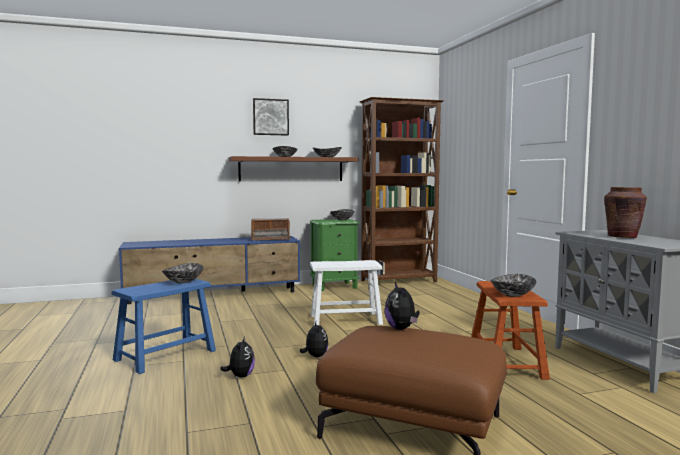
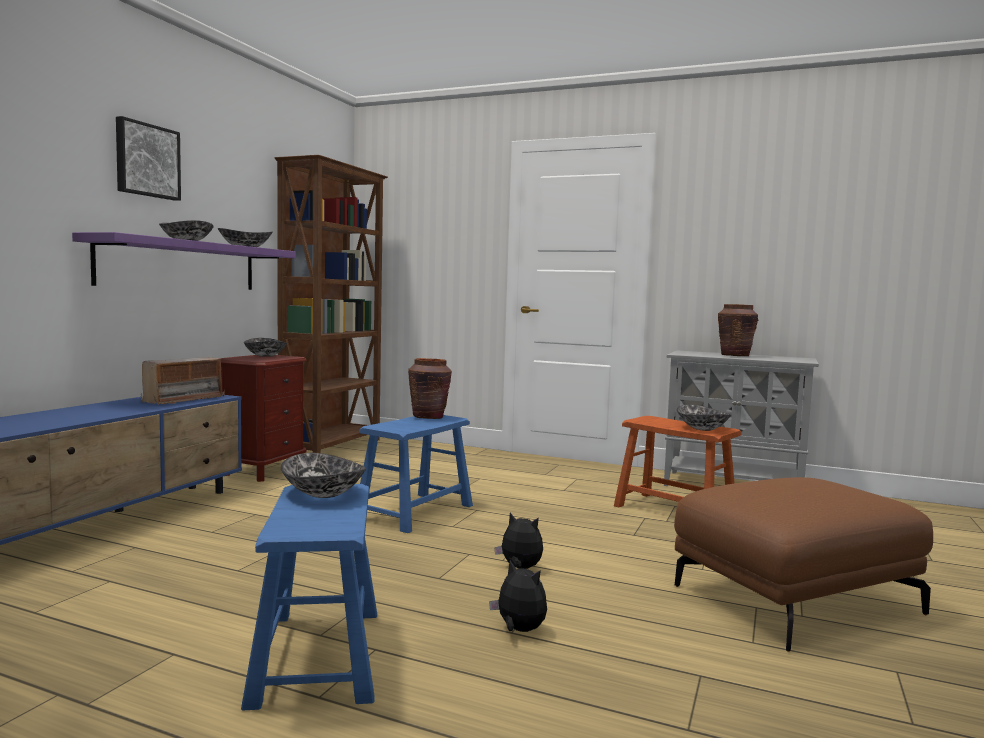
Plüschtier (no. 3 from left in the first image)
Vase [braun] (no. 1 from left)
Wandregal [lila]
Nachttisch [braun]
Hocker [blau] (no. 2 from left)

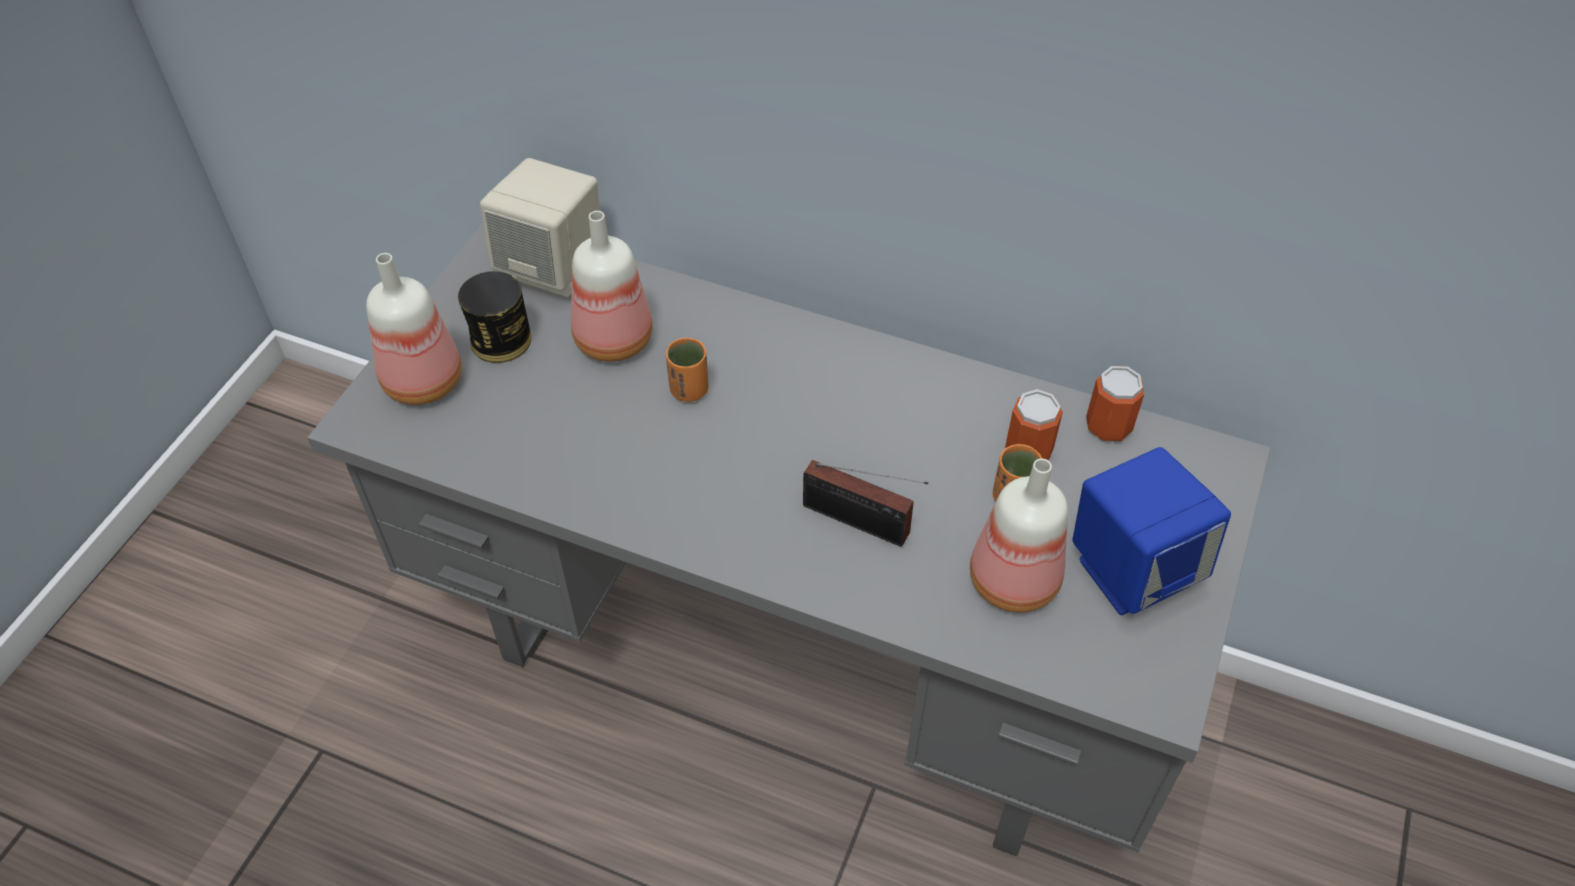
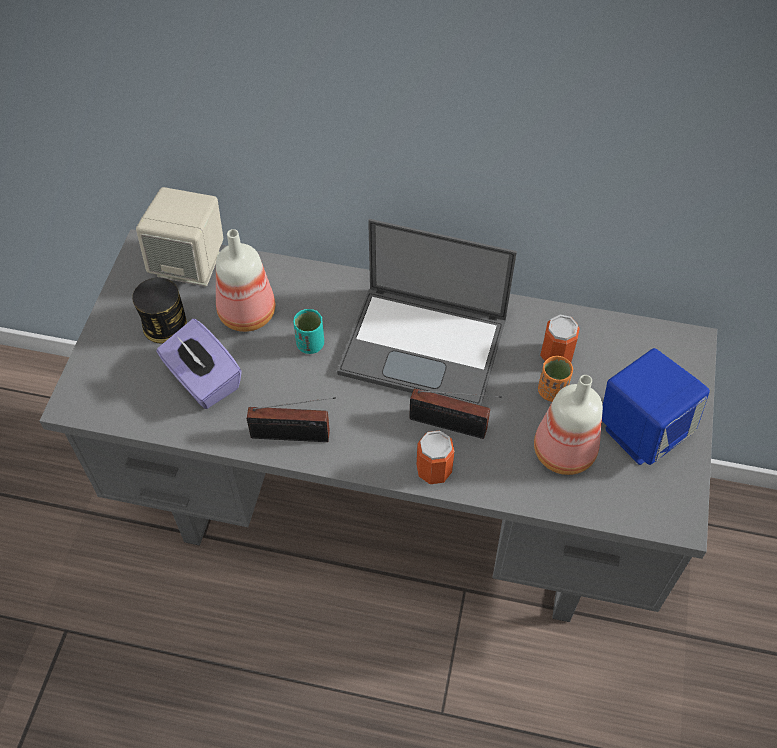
Flasche (no. 1 from left in the first image)
Taschentuchbox [lila]
Radio (no. 1 from left)
Laptop
Dose (no. 2 from left)
Tasse [türkis]

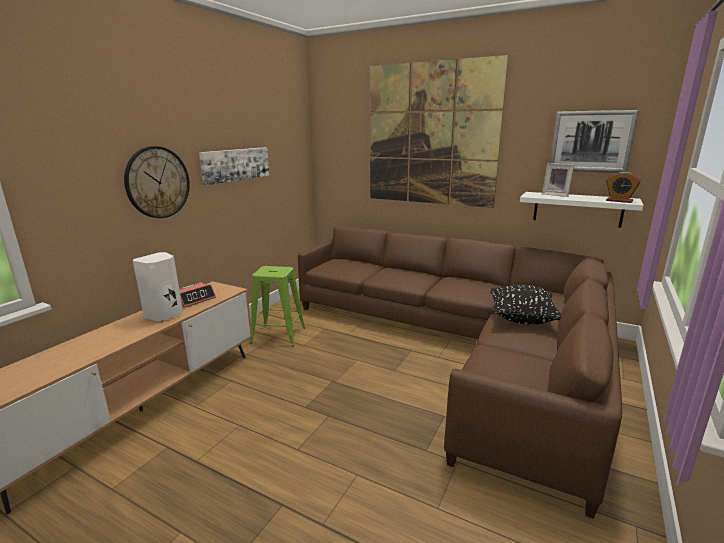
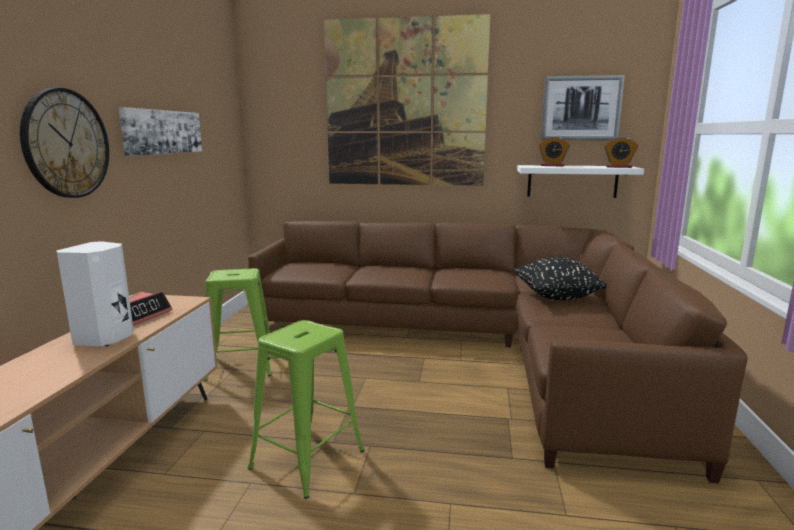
Hocker [grün] (no. 2 from left)
Wecker (no. 2 from left)

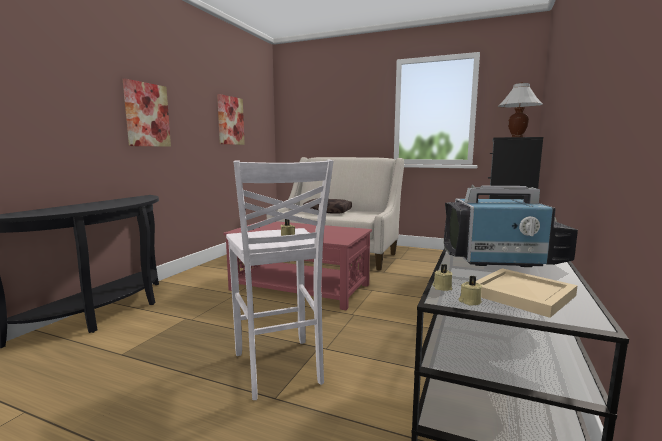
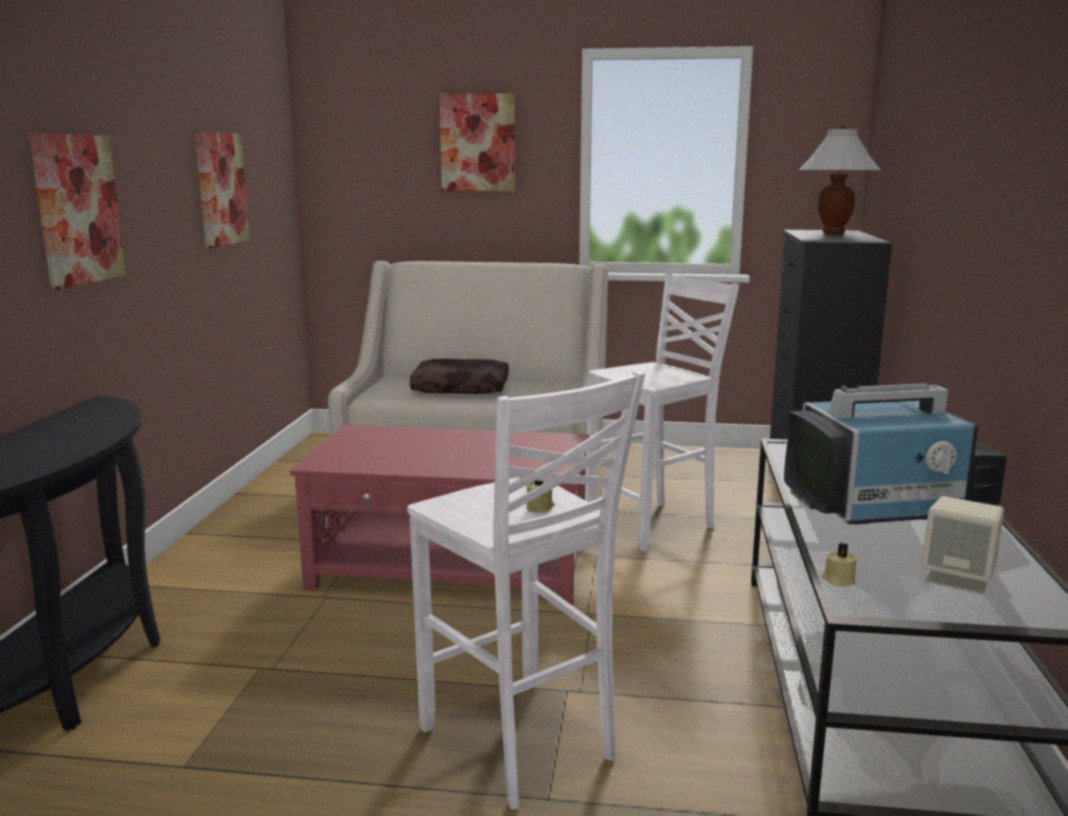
Kerze [beige] (no. 3 from left in the first image)
Bild (no. 3 from left)
Hocker [weiß] (no. 2 from left)
Lautsprecher [beige]

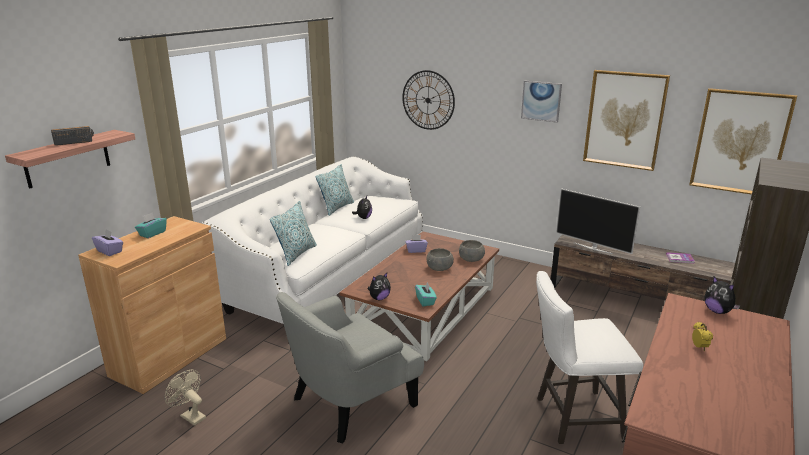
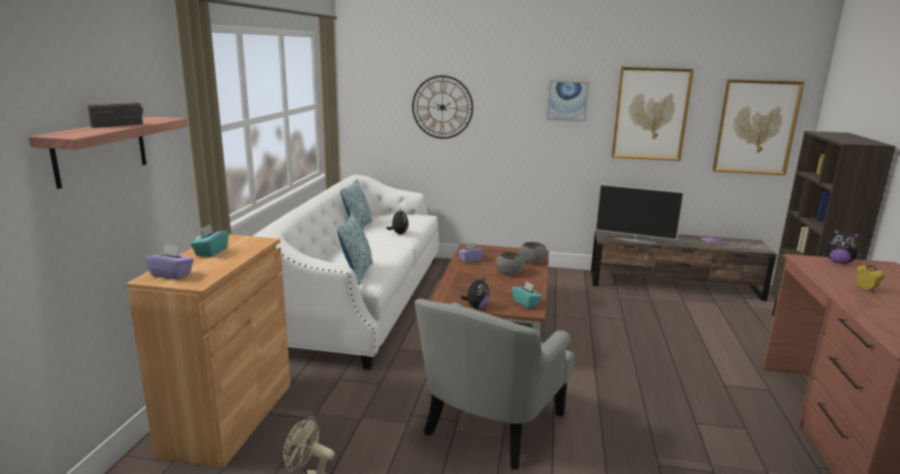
Hocker [weiß]

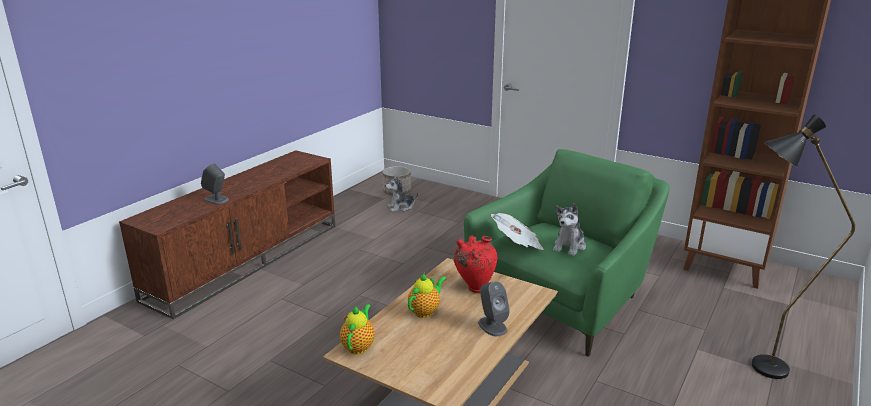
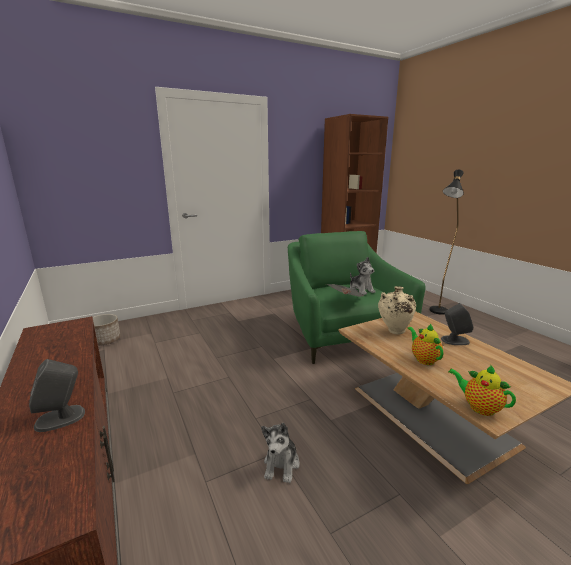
Plüschtier (no. 1 from left)
Vase [beige]

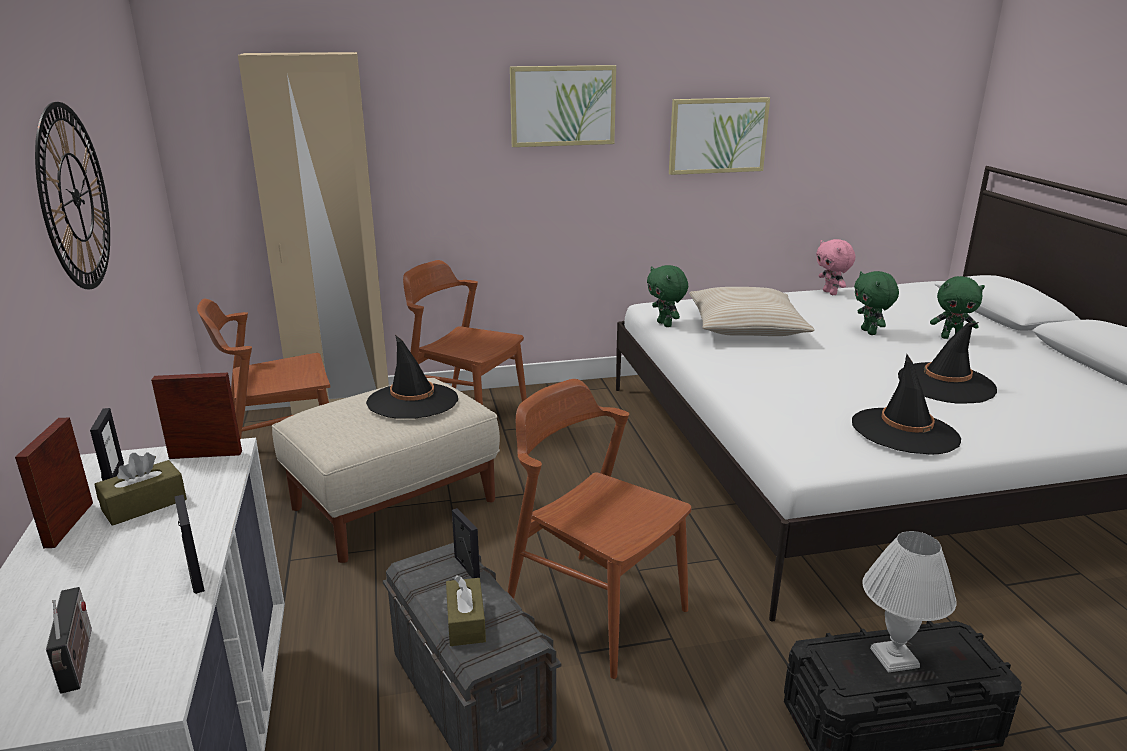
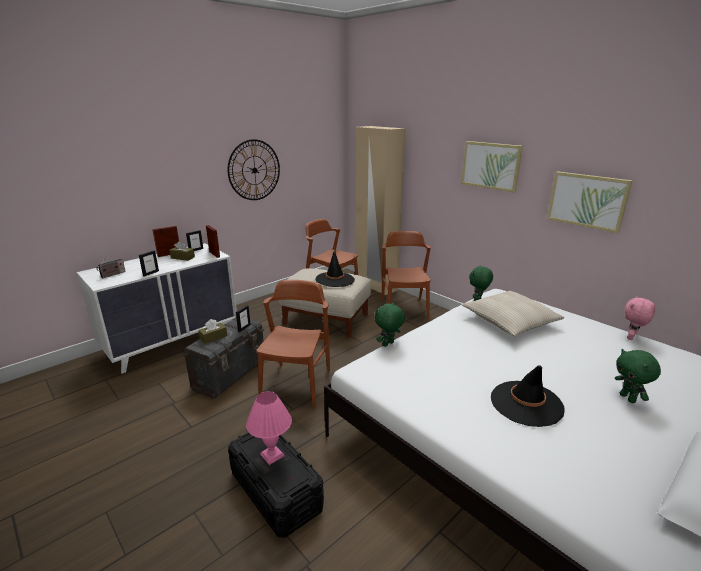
Hut [schwarz] (no. 2 from left in the first image)
Plüschtier [grün] (no. 1 from left)
Tischlampe [rosa]

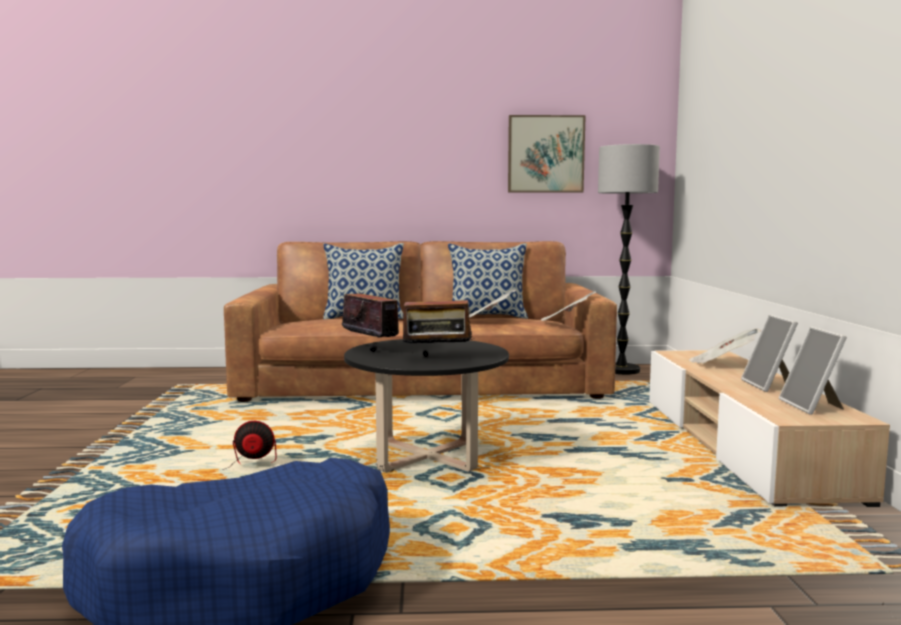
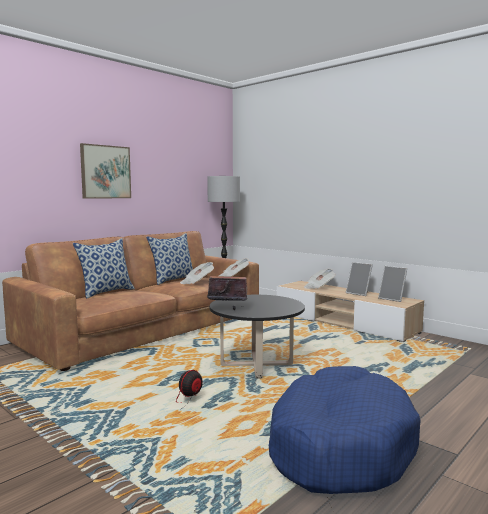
Radio (no. 2 from left in the first image)
Bild

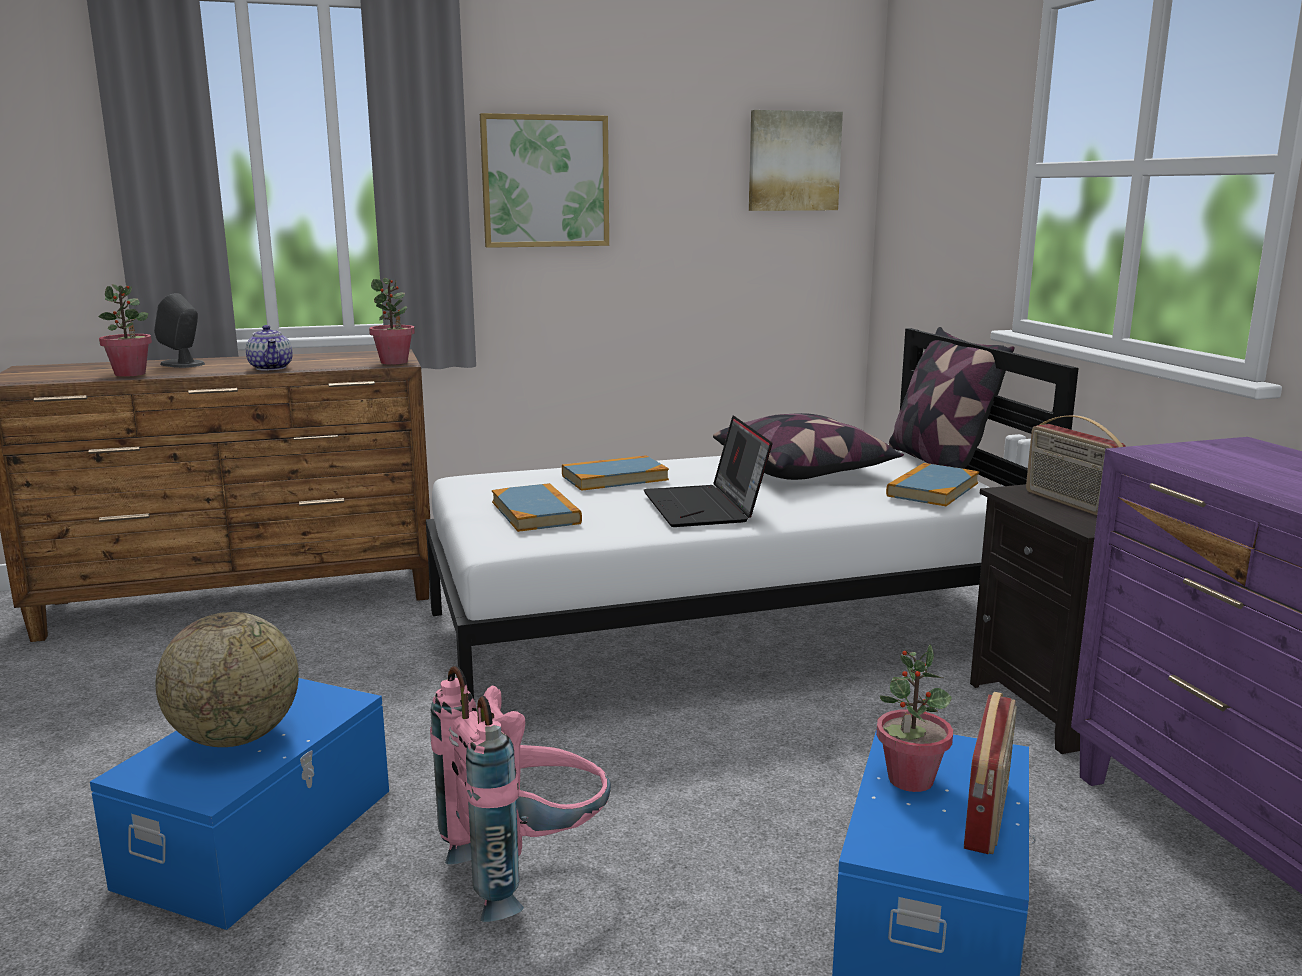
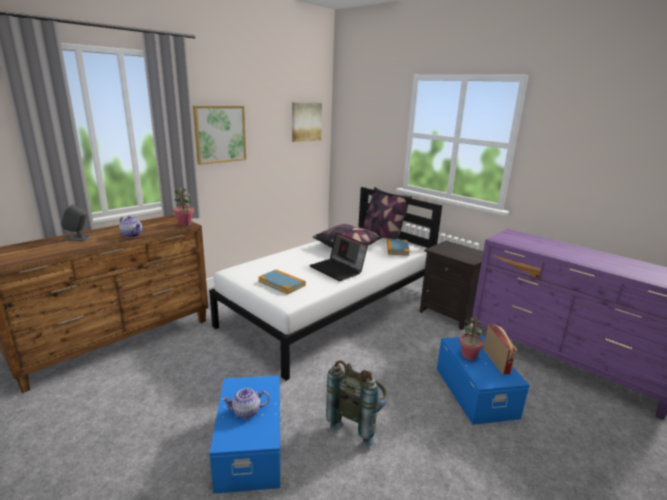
Topfpflanze (no. 1 from left in the first image)
Buch (no. 2 from left in the first image)
Radio (no. 2 from left in the first image)
Teekanne (no. 2 from left)
Rucksack [grau]

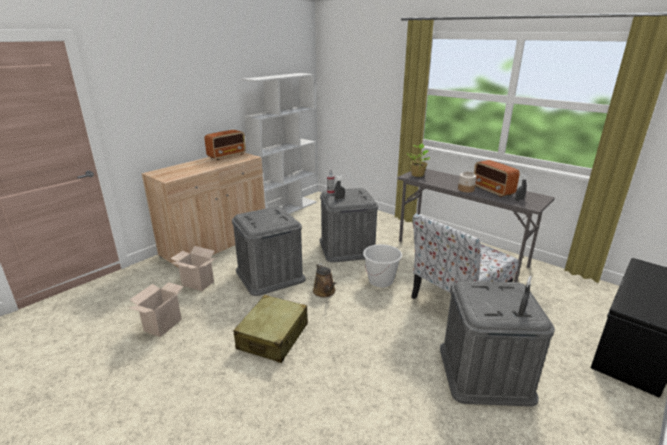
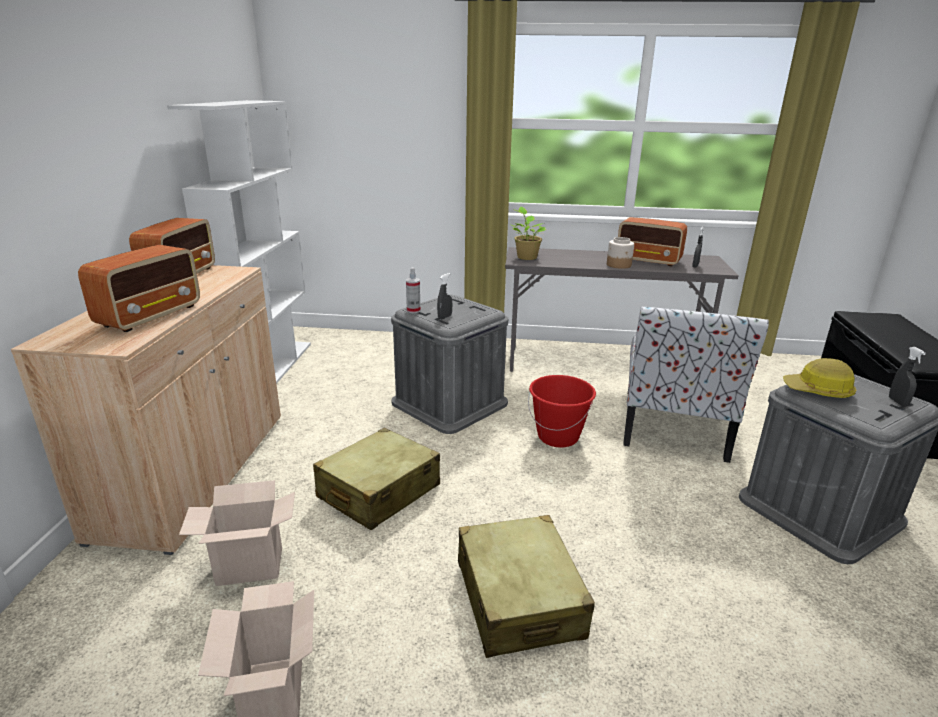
Gießkanne [braun]
Radio (no. 1 from left)
Schutzhelm
Koffer [beige] (no. 1 from left)
Eimer [rot]

